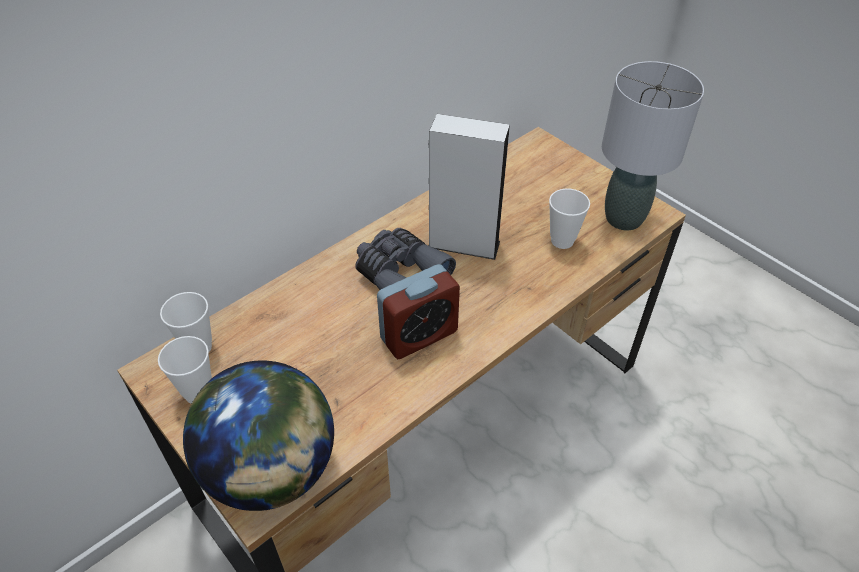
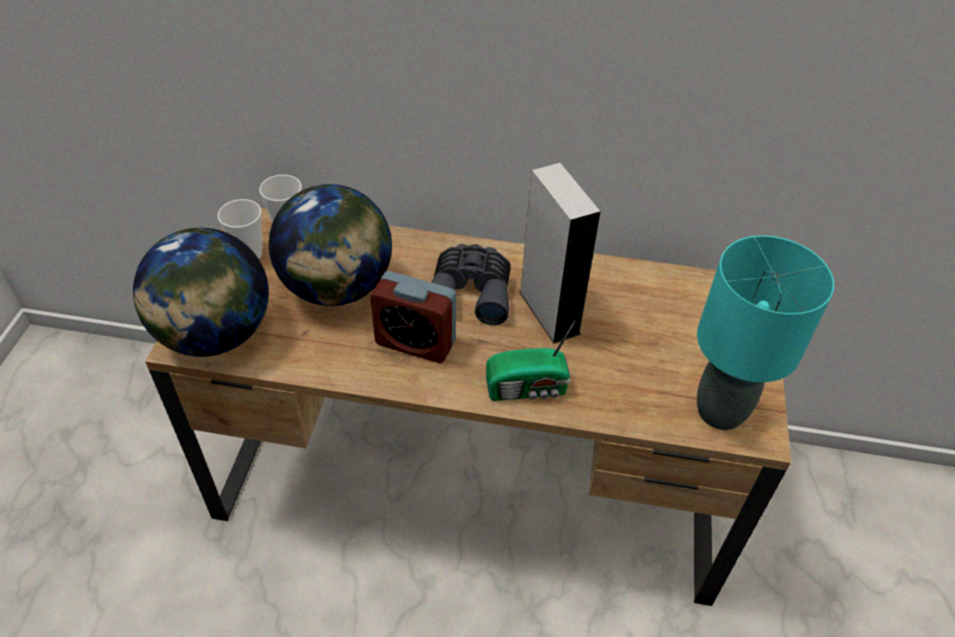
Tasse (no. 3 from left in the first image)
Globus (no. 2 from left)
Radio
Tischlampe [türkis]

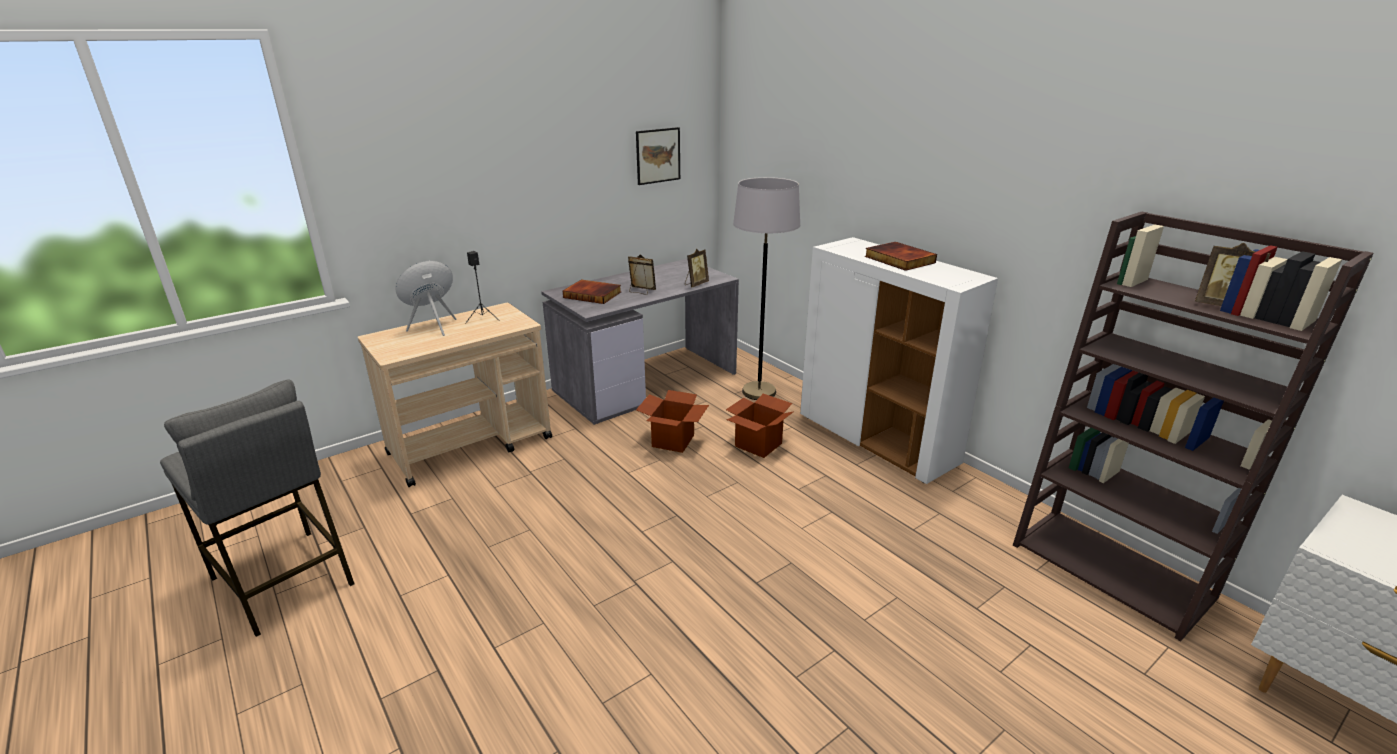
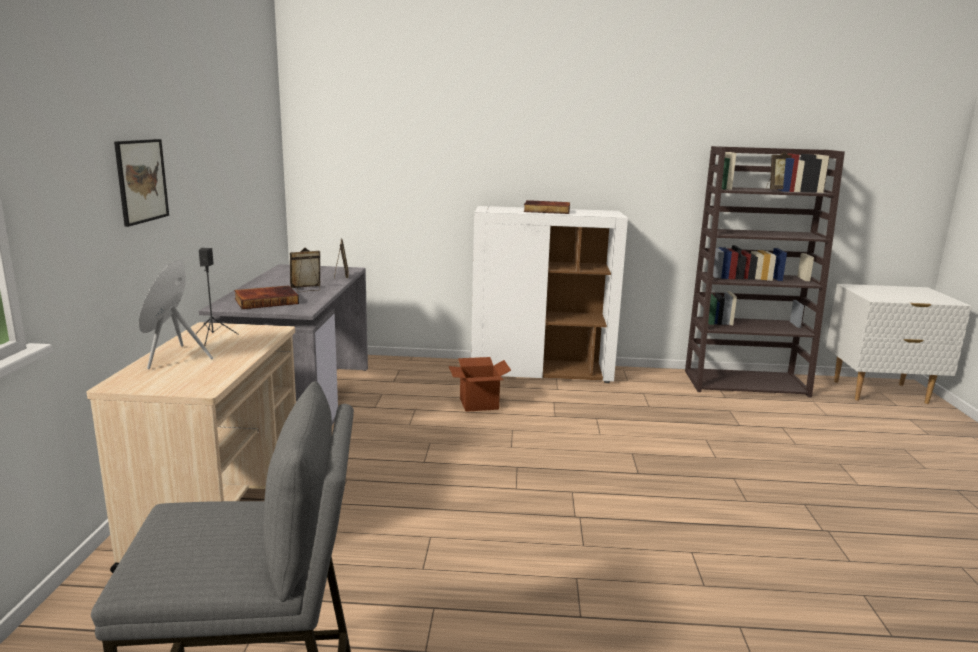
Karton (no. 1 from left in the first image)
Stehlampe [grau]
Bild

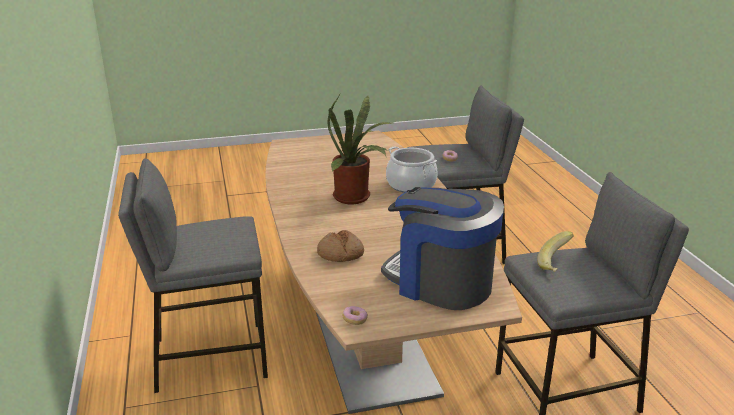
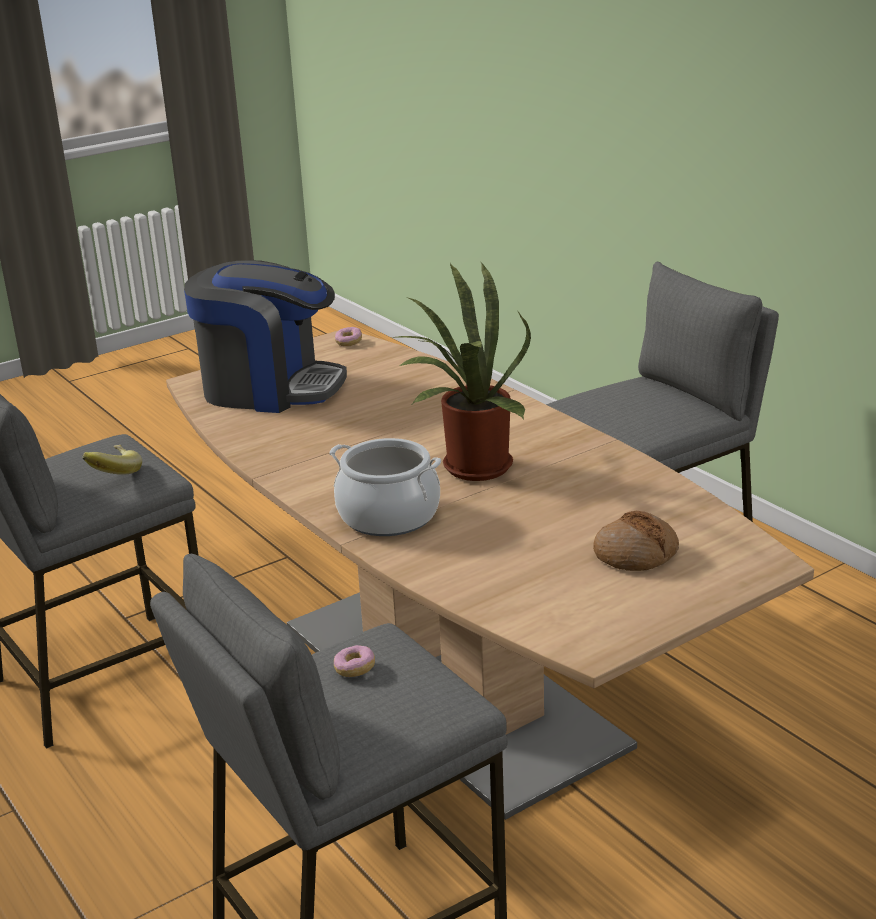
Brot

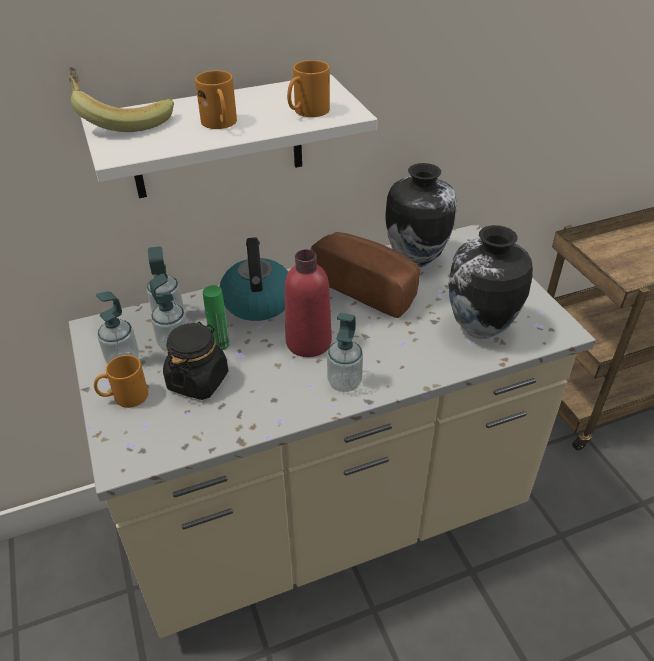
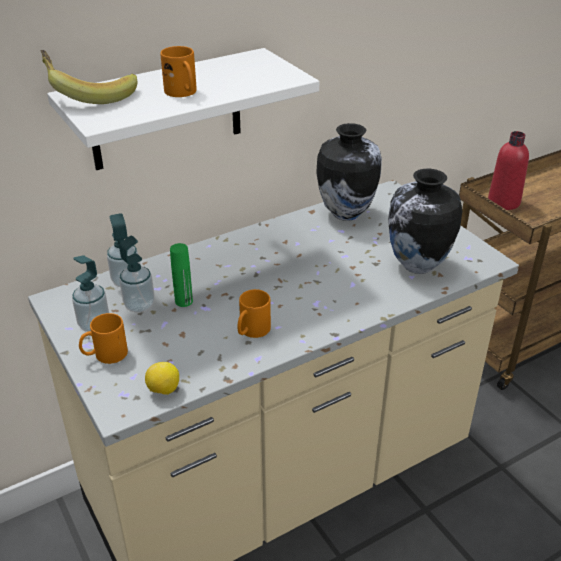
Vorratsglas [schwarz]
Wasserkessel
Brot
Seifenspender (no. 4 from left in the first image)
Zitrone
Flasche [rot]
Henkelbecher [orange] (no. 3 from left)

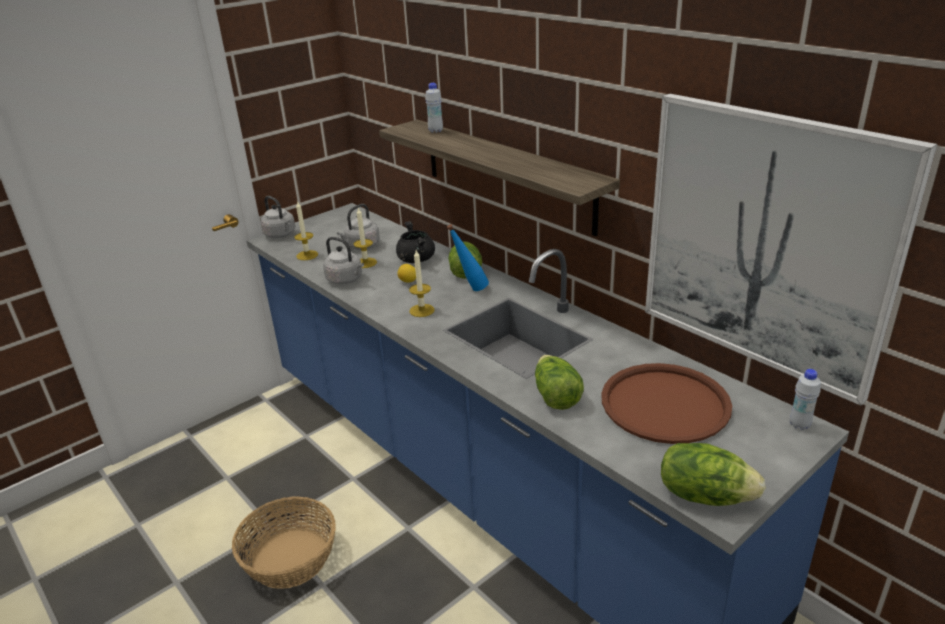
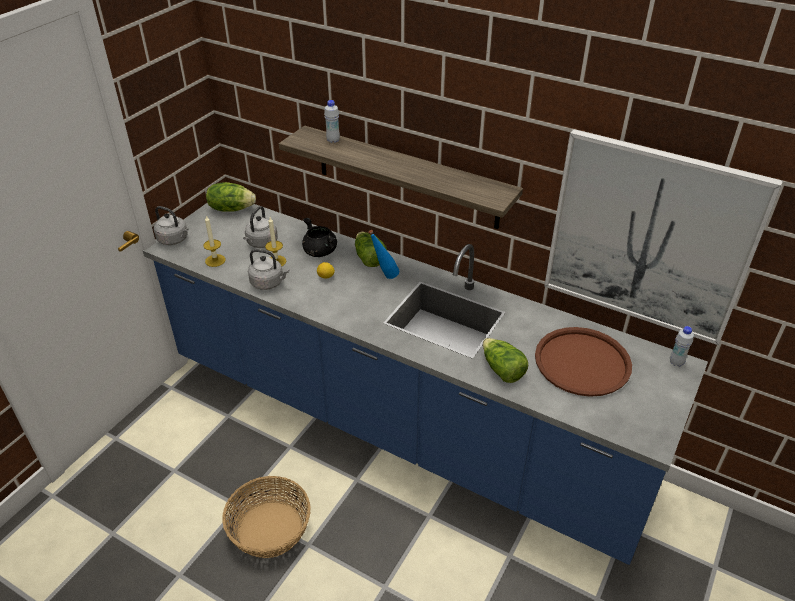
Kerze (no. 3 from left in the first image)
Salatkopf (no. 1 from left)

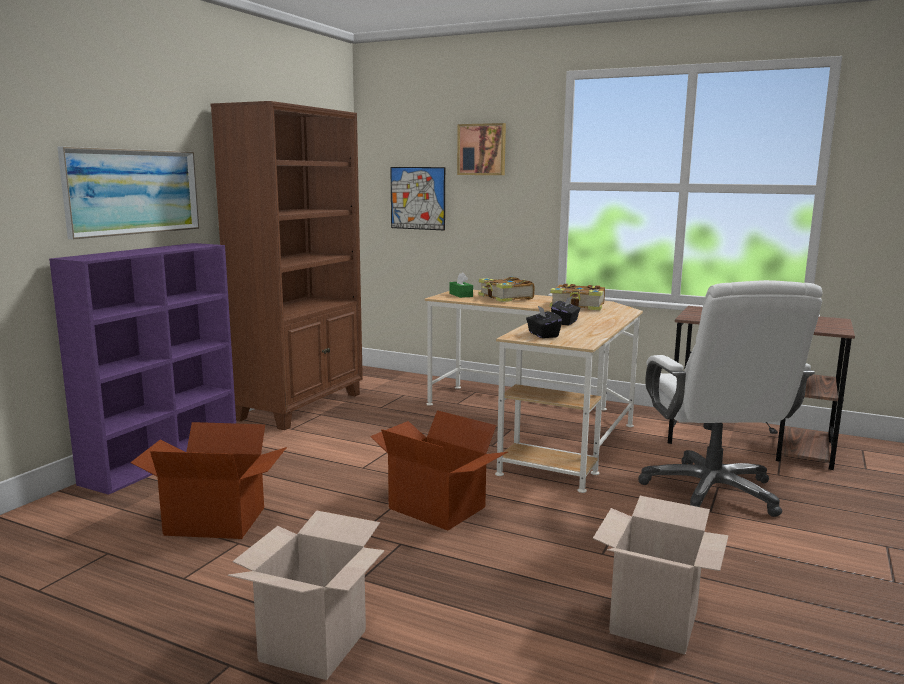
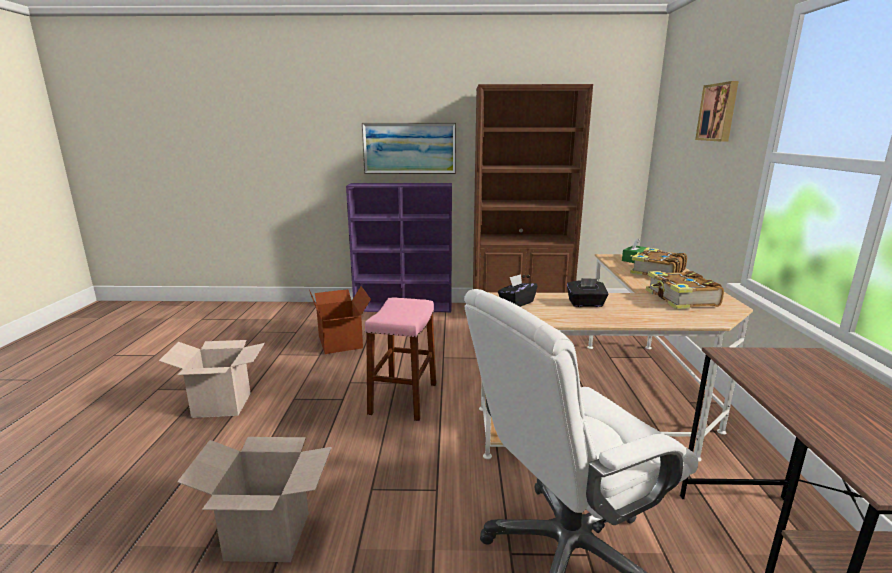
Bild (no. 2 from left in the first image)
Hocker [rosa]

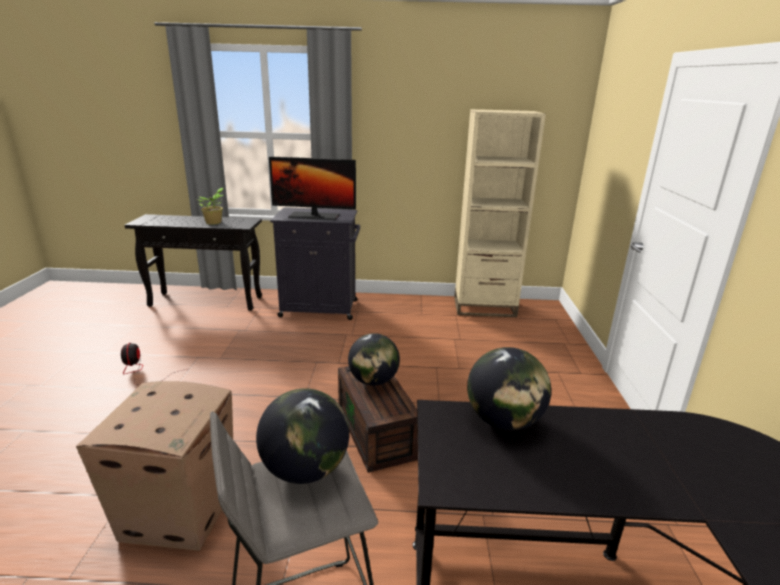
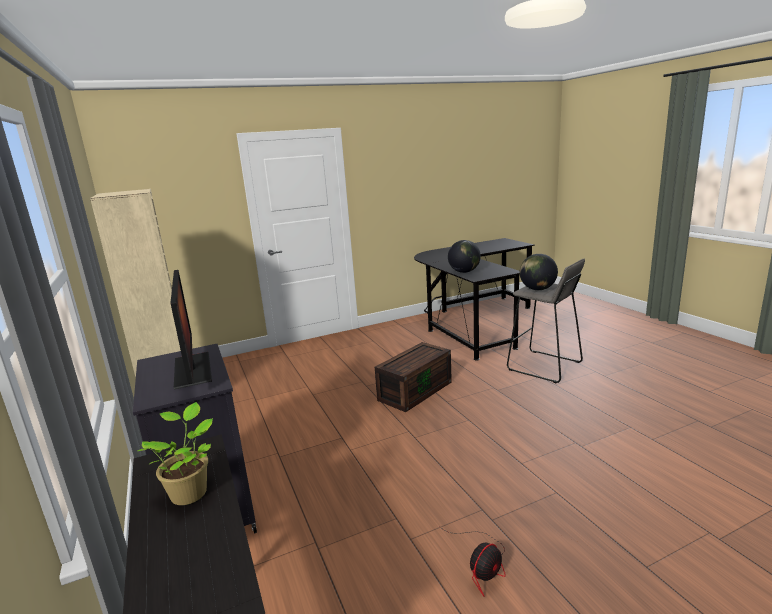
Karton
Globus (no. 2 from left in the first image)

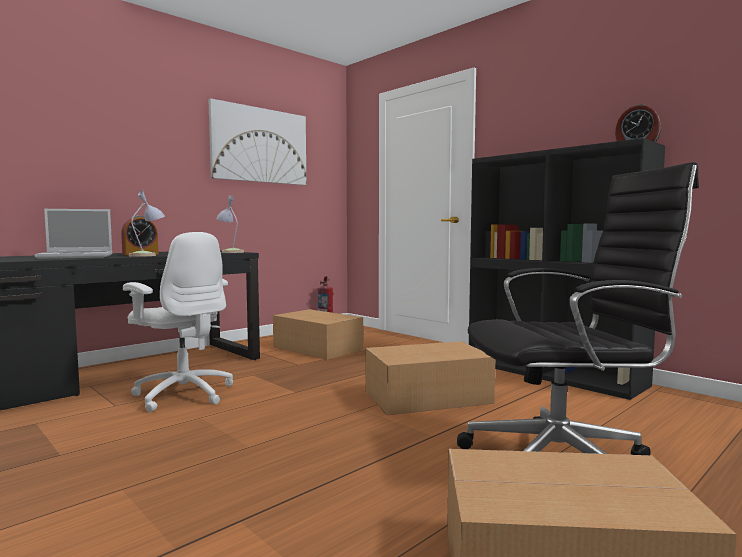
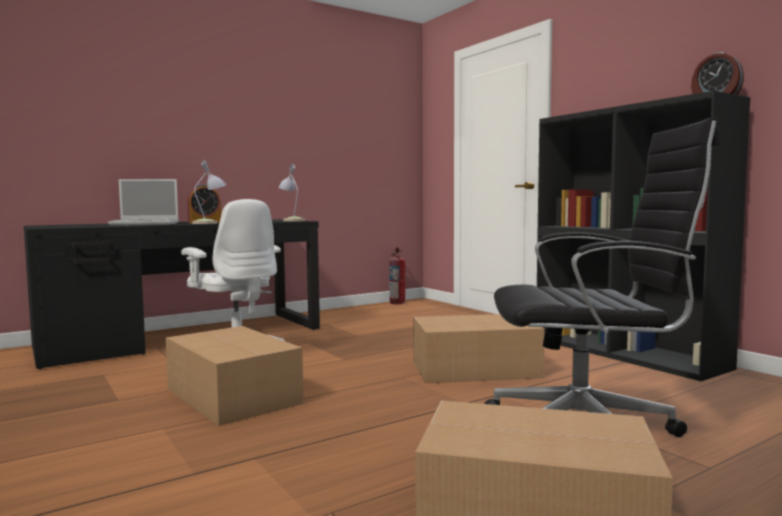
Bild
Karton (no. 1 from left)

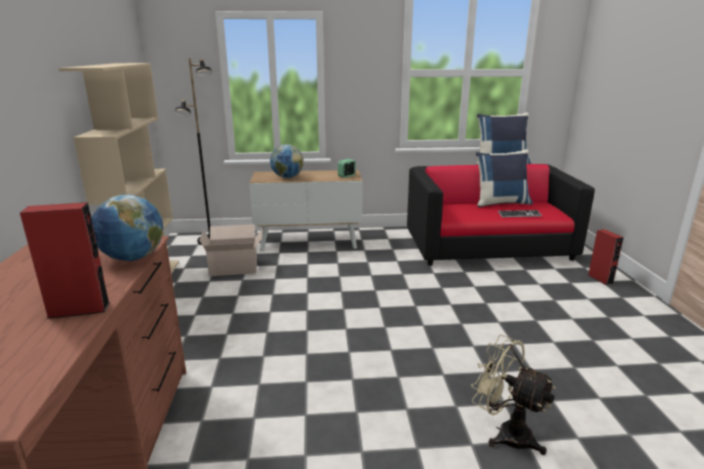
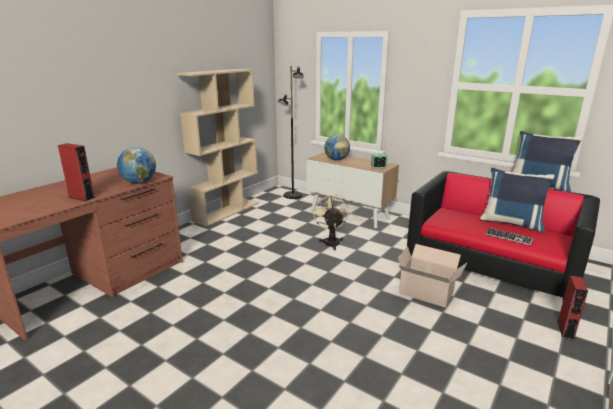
Karton
Ventilator [beige]

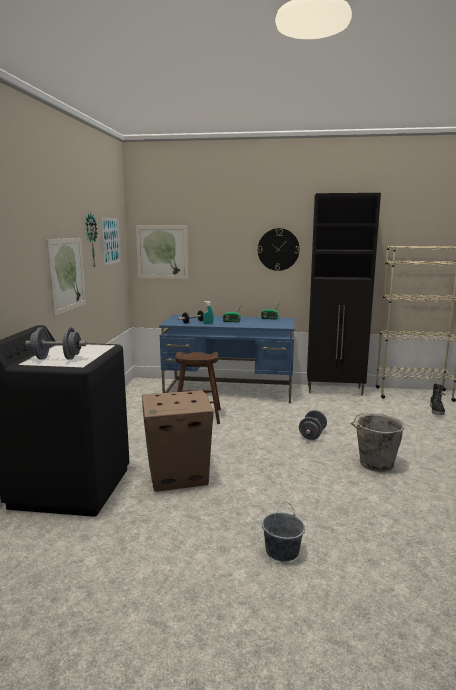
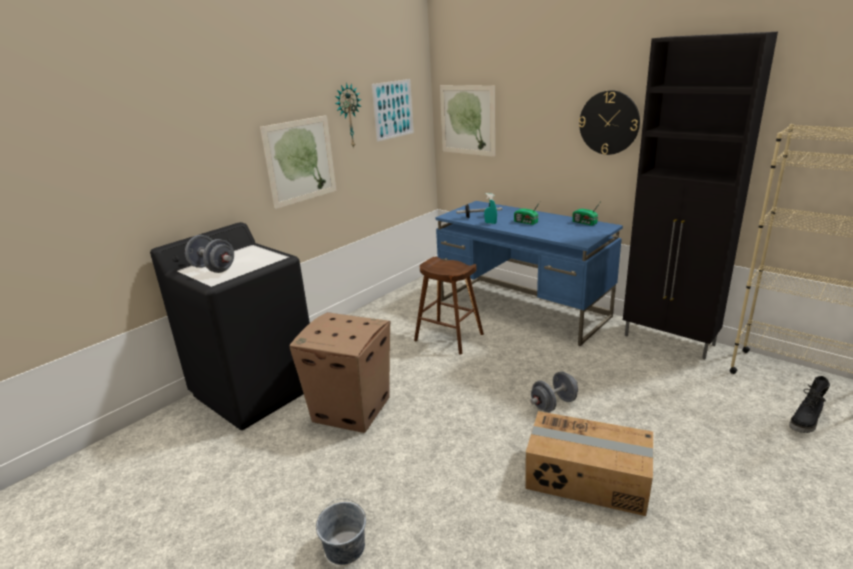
Karton (no. 2 from left)

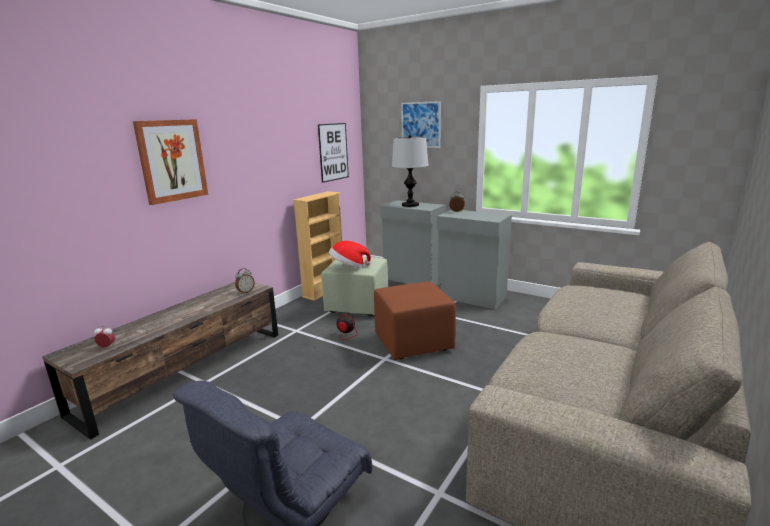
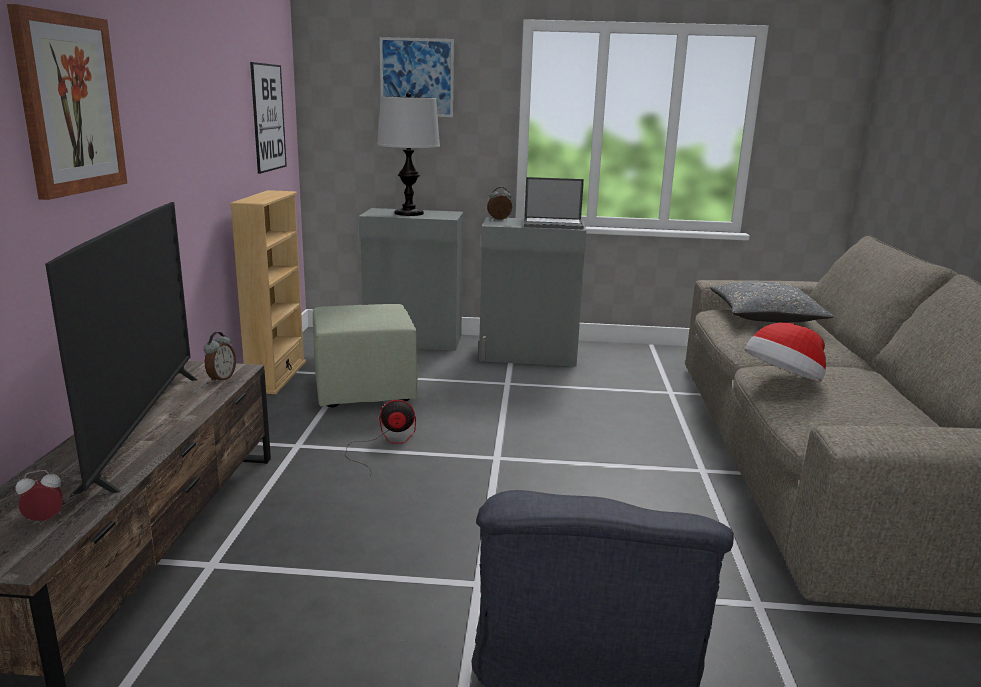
Polsterhocker [braun]
Fernseher
Laptop
Kissen [grau]
Hut

